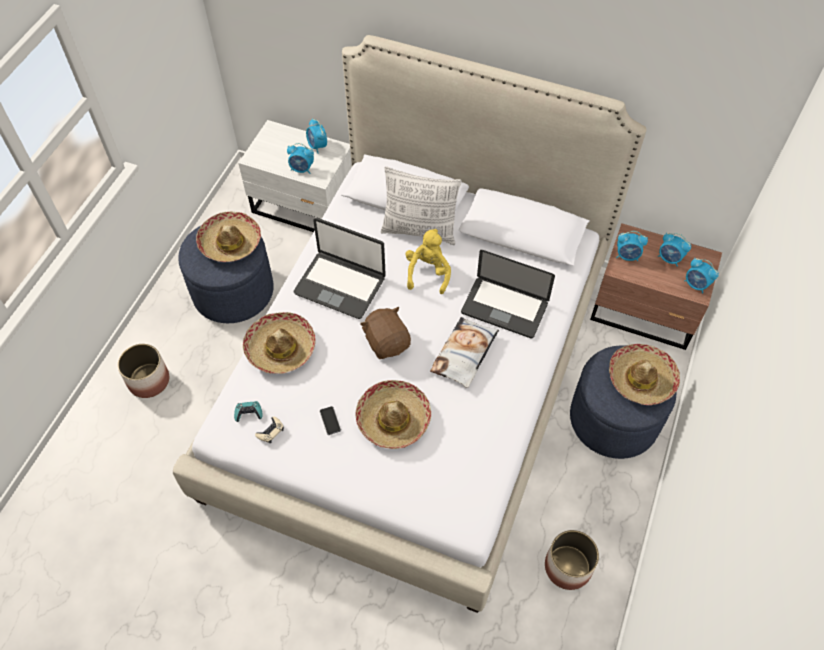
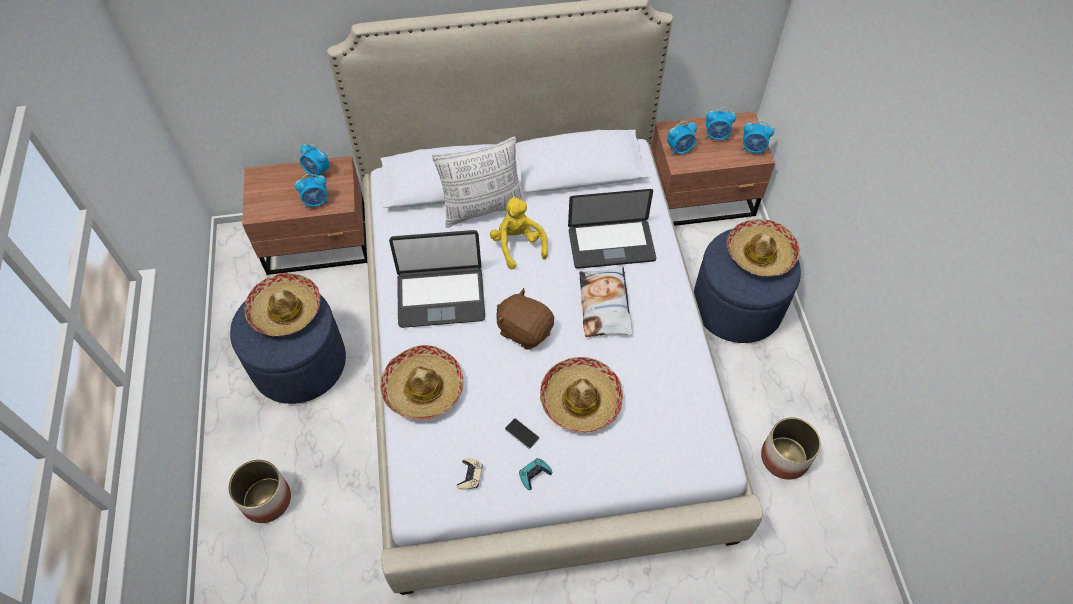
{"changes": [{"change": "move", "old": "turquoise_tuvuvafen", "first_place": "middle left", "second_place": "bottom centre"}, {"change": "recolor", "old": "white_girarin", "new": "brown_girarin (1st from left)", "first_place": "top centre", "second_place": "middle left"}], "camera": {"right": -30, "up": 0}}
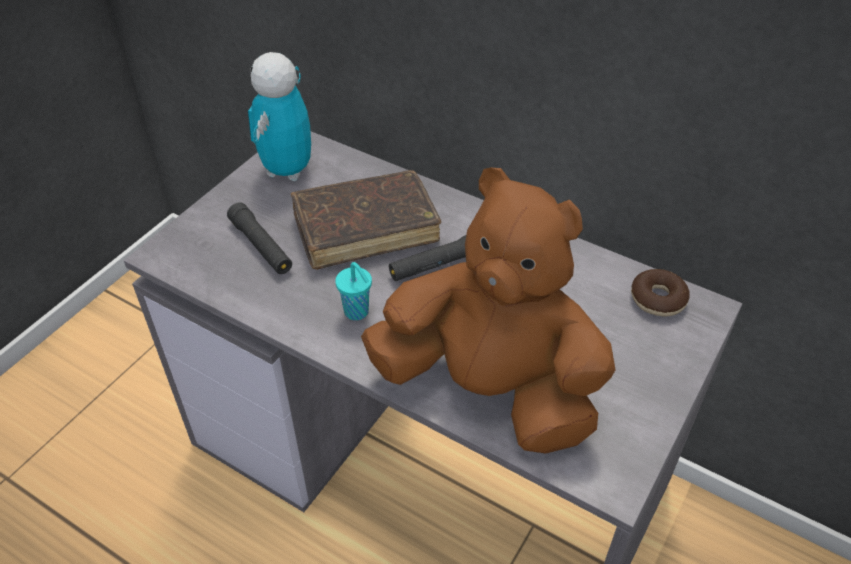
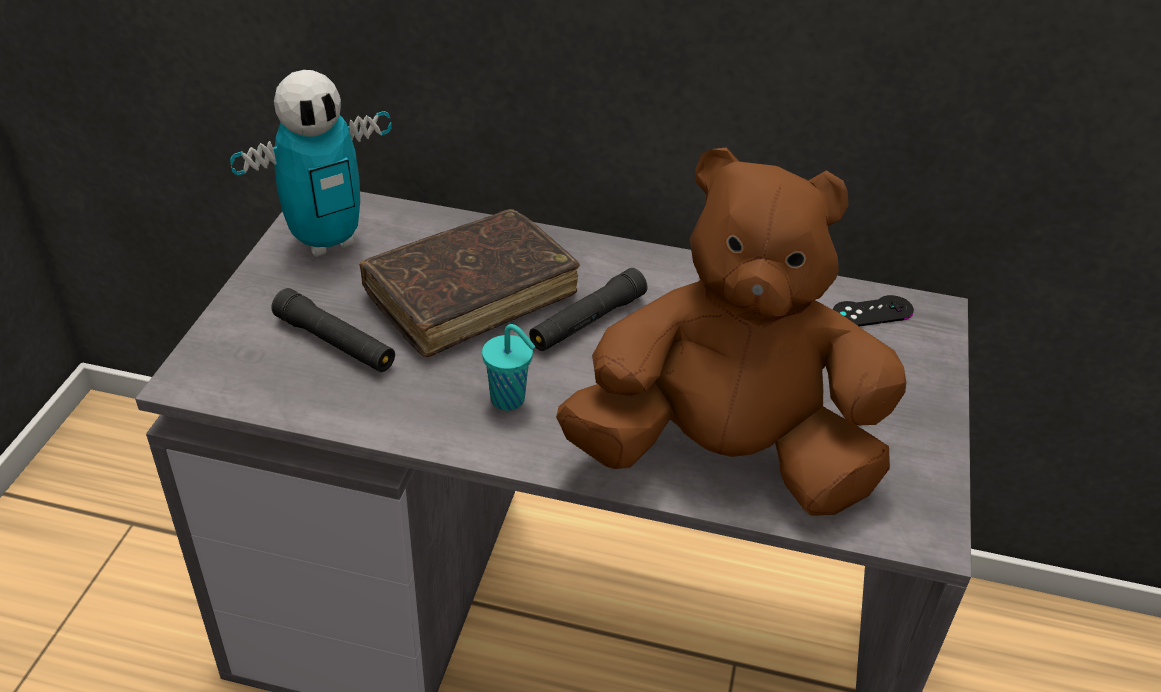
{"changes": [{"change": "replace", "old": "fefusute", "new": "black_tuvuvafen", "first_place": "middle right", "second_place": "middle right"}, {"change": "rotate", "old": "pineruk", "first_place": "top left", "second_place": "top left", "degrees": -120}], "camera": {"right": -20, "up": -5}}
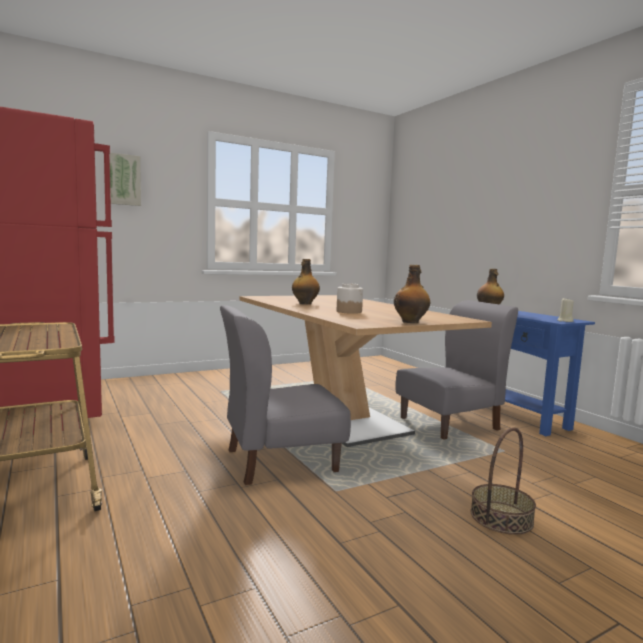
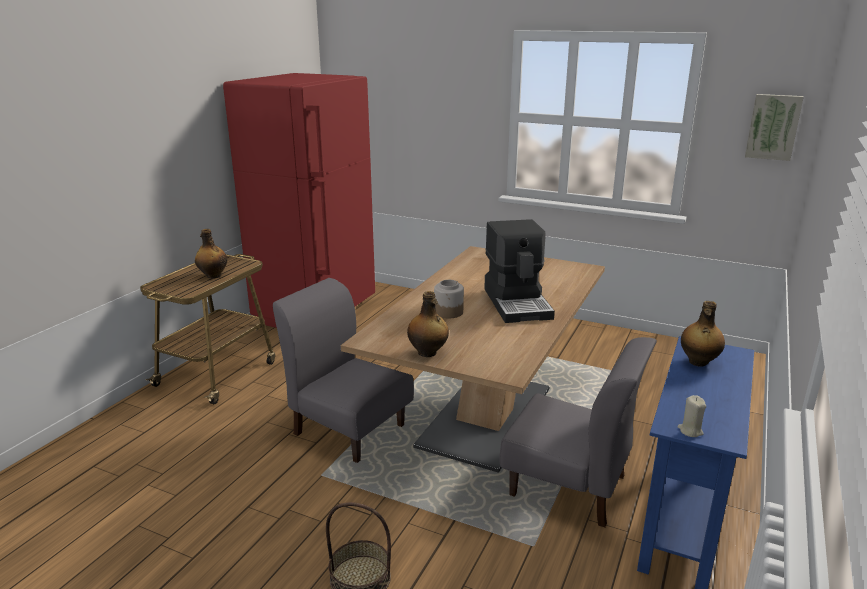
{"changes": [{"change": "insert", "new": "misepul", "second_place": "centre"}, {"change": "move", "old": "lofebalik", "first_place": "top left", "second_place": "top right"}, {"change": "move", "old": "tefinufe (1st from left)", "first_place": "centre", "second_place": "middle left"}], "camera": {"right": 55, "up": 15}}
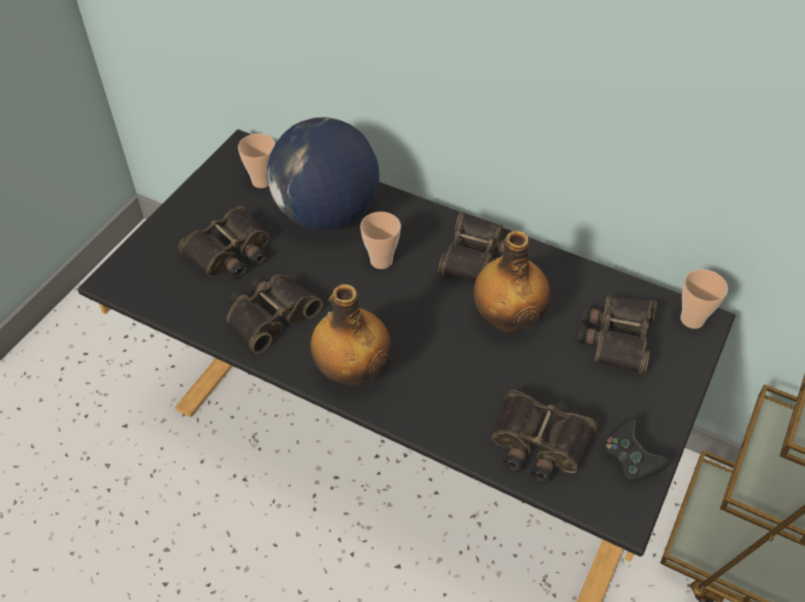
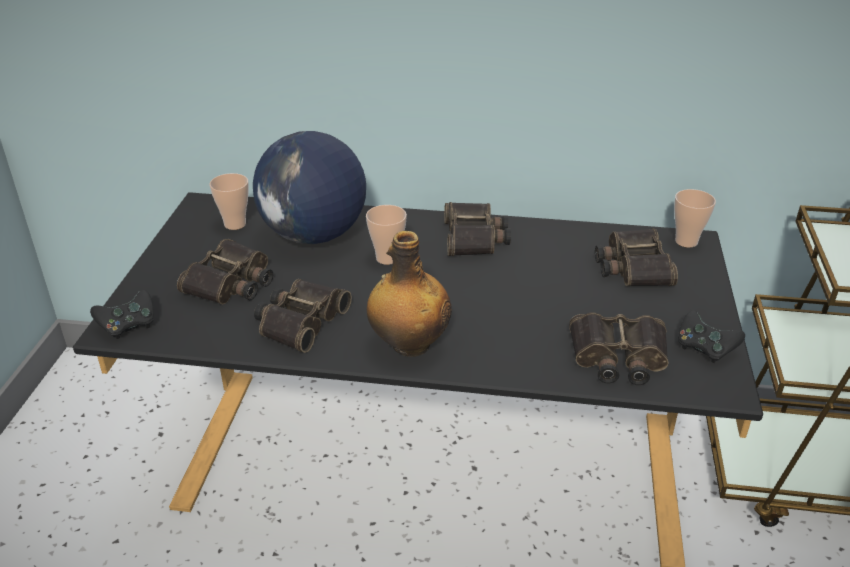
{"changes": [{"change": "delete", "old": "tefinufe (2nd from left)", "first_place": "centre"}, {"change": "insert", "new": "black_tuvuvafen (1st from left)", "second_place": "middle left"}], "camera": {"right": -20, "up": -15}}
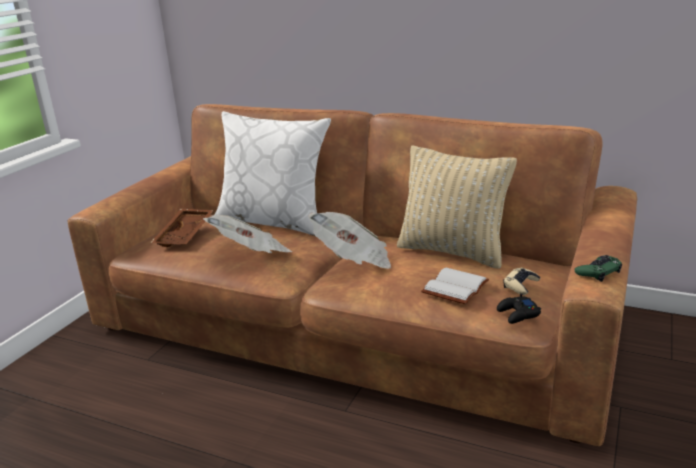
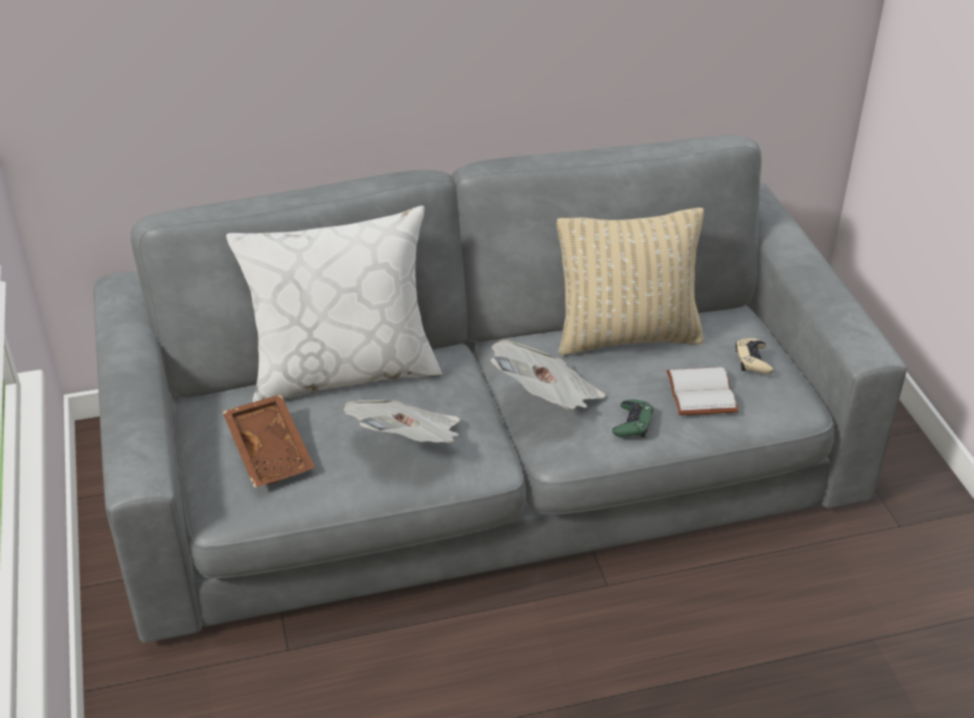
{"changes": [{"change": "delete", "old": "black_tuvuvafen", "first_place": "middle right"}, {"change": "move", "old": "green_tuvuvafen", "first_place": "middle right", "second_place": "centre"}, {"change": "recolor", "old": "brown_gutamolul", "new": "grey_gutamolul", "first_place": "centre", "second_place": "centre"}], "camera": {"right": -40, "up": 15}}
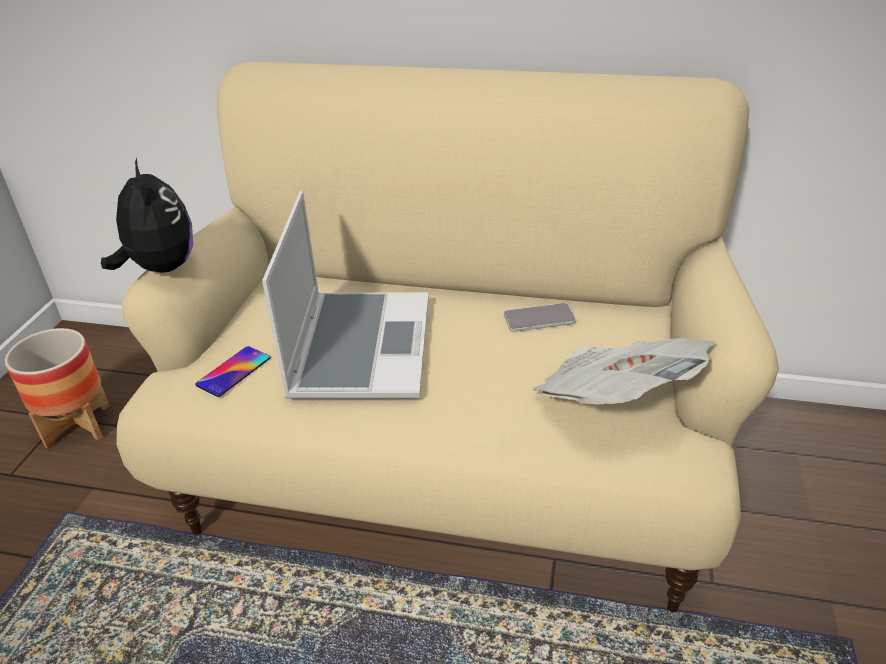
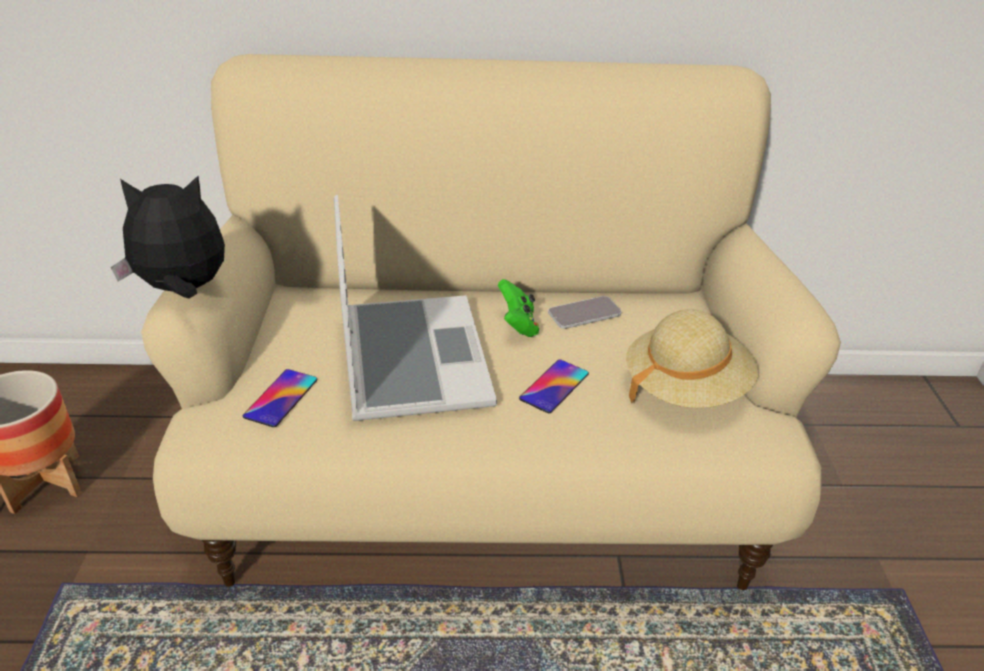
{"changes": [{"change": "insert", "new": "green_tuvuvafen", "second_place": "centre"}, {"change": "insert", "new": "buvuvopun (2nd from left)", "second_place": "centre"}, {"change": "replace", "old": "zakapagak", "new": "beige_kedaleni", "first_place": "middle right", "second_place": "middle right"}, {"change": "rotate", "old": "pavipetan", "first_place": "top left", "second_place": "middle left", "degrees": -60}], "camera": {"right": -15, "up": 0}}
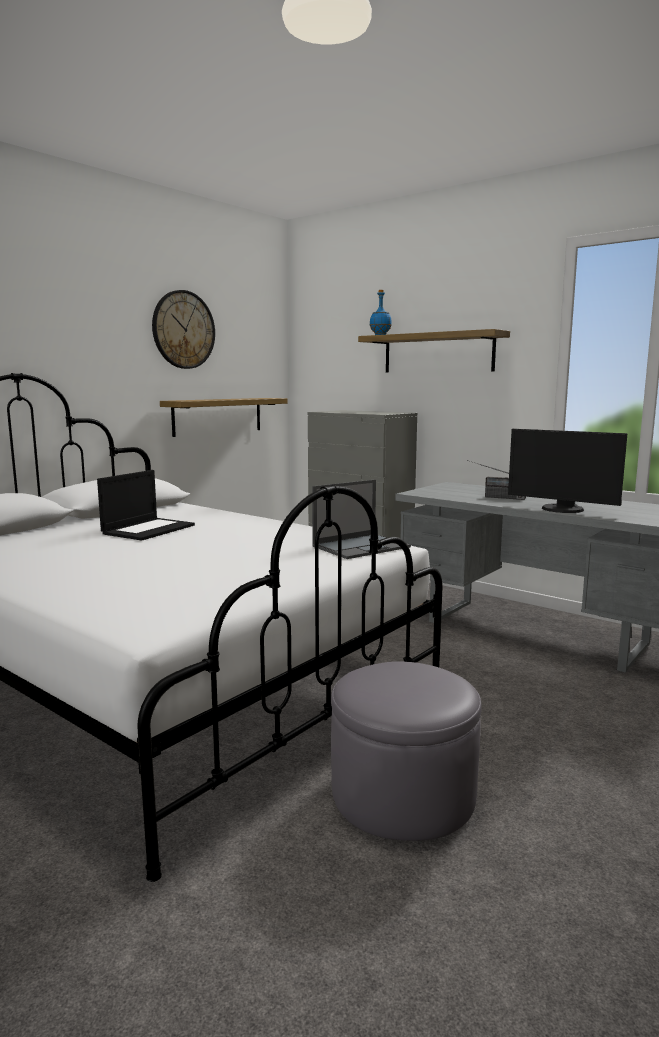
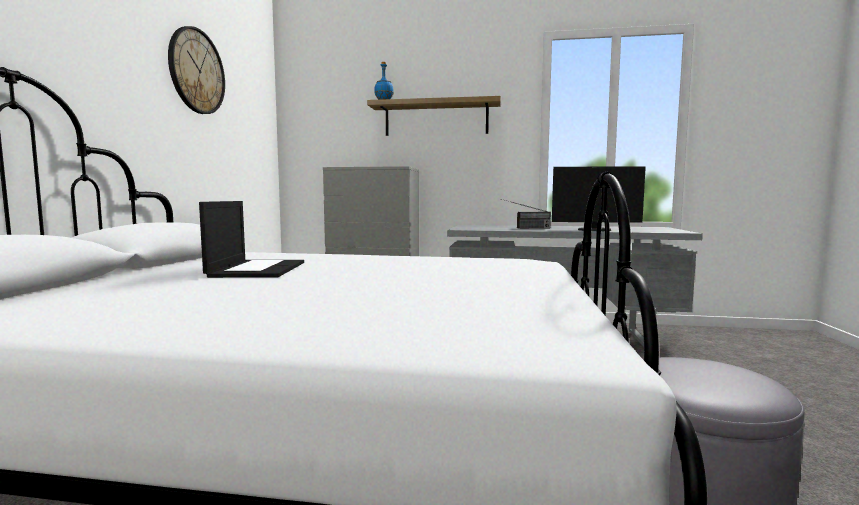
{"changes": [{"change": "delete", "old": "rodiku (1st from left)", "first_place": "centre"}, {"change": "delete", "old": "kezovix (2nd from left)", "first_place": "centre"}], "camera": {"right": -30, "up": -5}}
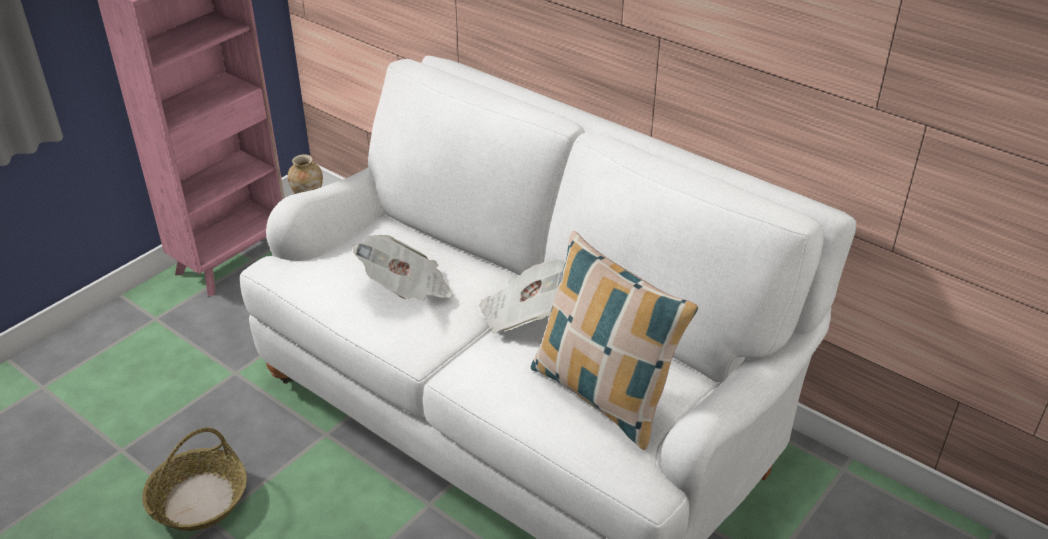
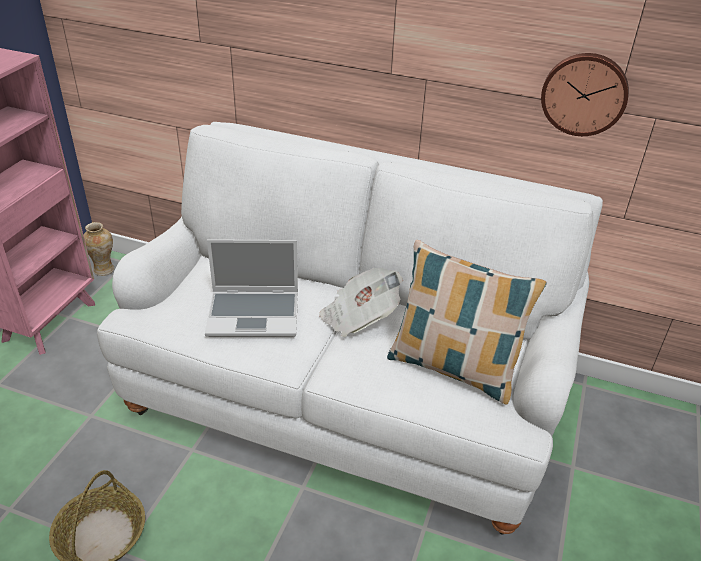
{"changes": [{"change": "insert", "new": "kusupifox", "second_place": "top right"}, {"change": "replace", "old": "zakapagak (1st from left)", "new": "kezovix", "first_place": "centre", "second_place": "centre"}], "camera": {"right": -20, "up": 0}}
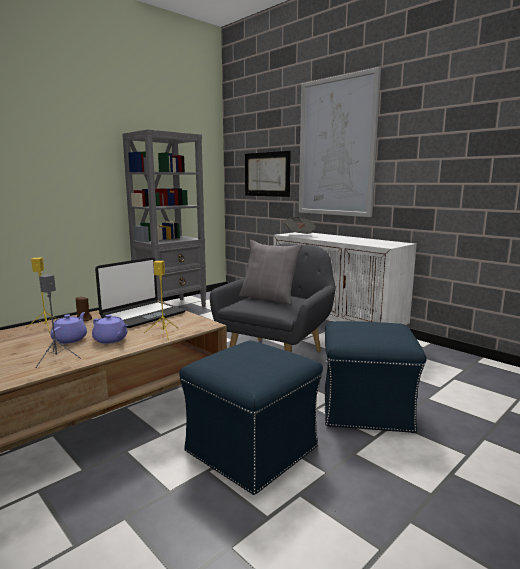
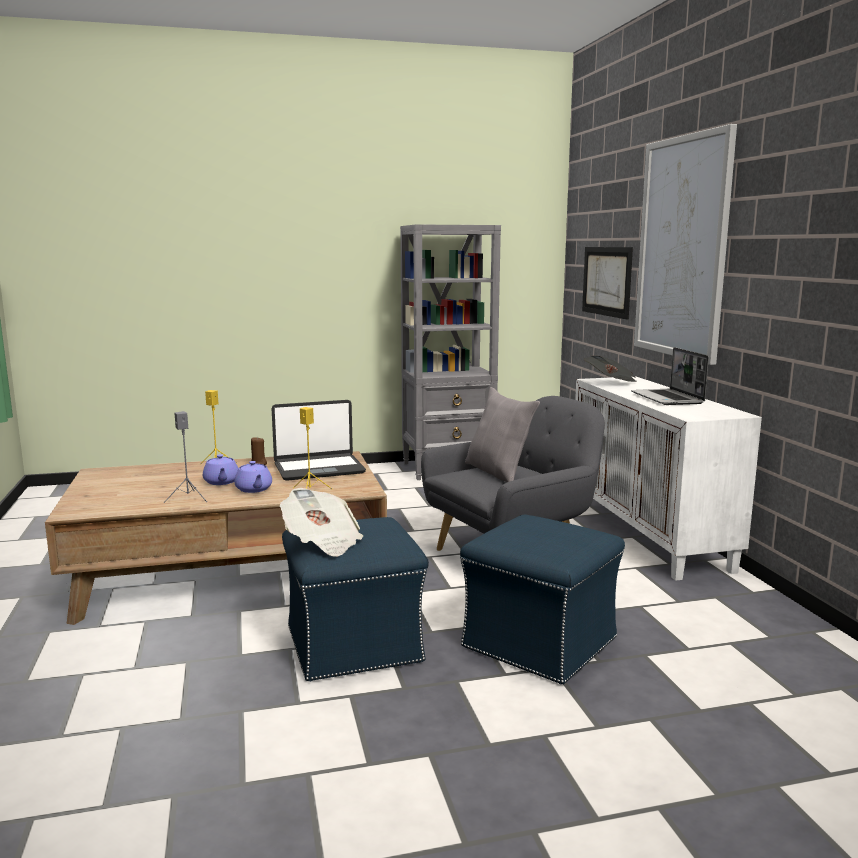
{"changes": [{"change": "insert", "new": "zakapagak (1st from left)", "second_place": "centre"}, {"change": "insert", "new": "kezovix (2nd from left)", "second_place": "middle right"}, {"change": "rotate", "old": "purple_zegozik (1st from left)", "first_place": "middle left", "second_place": "middle left", "degrees": 120}], "camera": {"right": 30, "up": 0}}
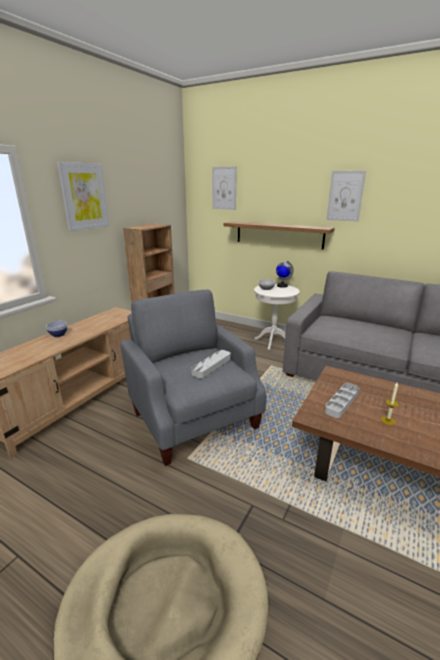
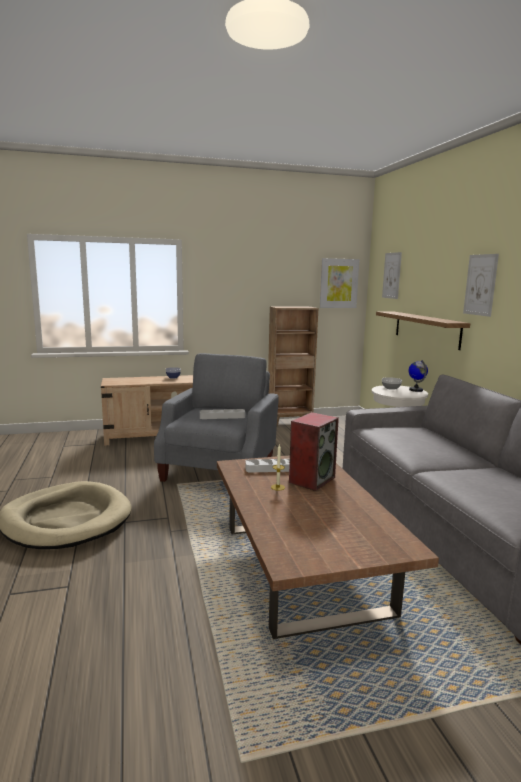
{"changes": [{"change": "insert", "new": "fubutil", "second_place": "centre"}, {"change": "move", "old": "lofebalik (1st from left)", "first_place": "top left", "second_place": "centre"}], "camera": {"right": 45, "up": -10}}
